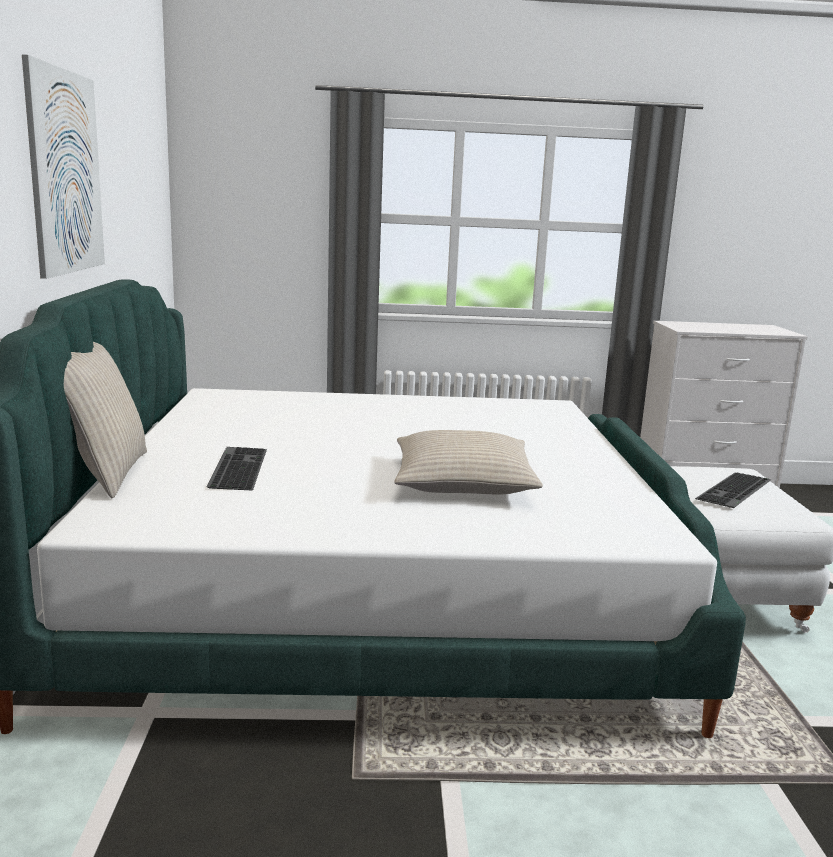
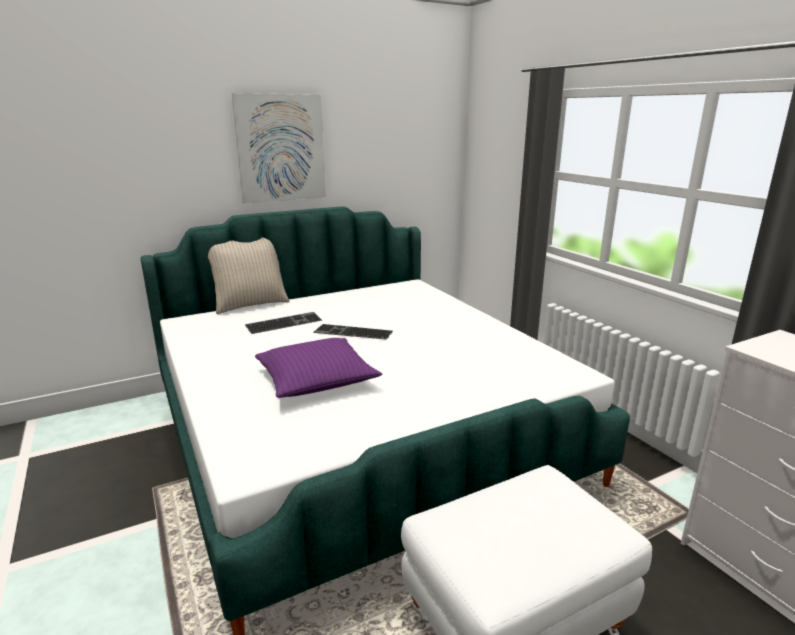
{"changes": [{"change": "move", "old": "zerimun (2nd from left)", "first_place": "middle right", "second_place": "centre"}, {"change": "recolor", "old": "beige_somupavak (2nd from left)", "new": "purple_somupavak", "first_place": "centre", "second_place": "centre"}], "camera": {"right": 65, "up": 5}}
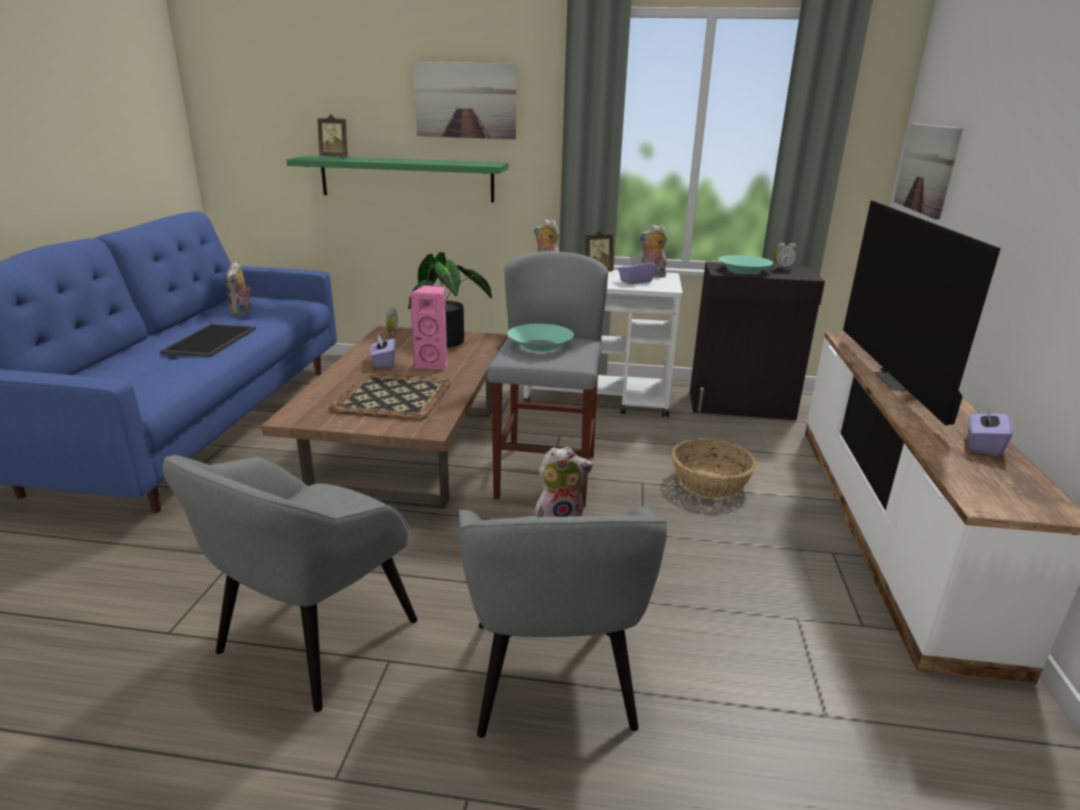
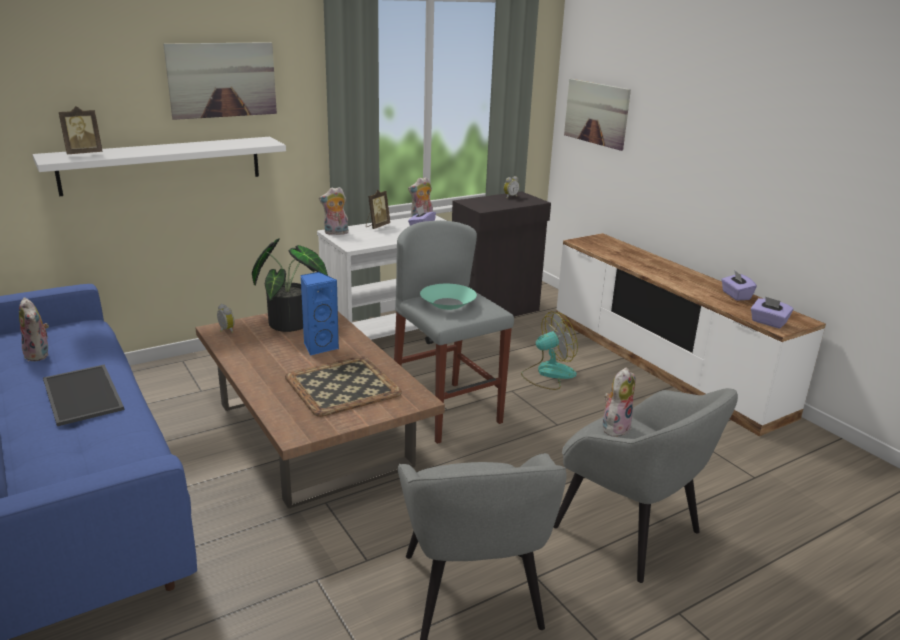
{"changes": [{"change": "delete", "old": "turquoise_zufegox (2nd from left)", "first_place": "top right"}, {"change": "delete", "old": "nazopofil", "first_place": "middle right"}, {"change": "move", "old": "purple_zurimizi (1st from left in the first image)", "new": "purple_zurimizi (3rd from left)", "first_place": "centre", "second_place": "middle right"}, {"change": "replace", "old": "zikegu", "new": "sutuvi", "first_place": "centre", "second_place": "centre"}, {"change": "recolor", "old": "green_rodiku", "new": "white_rodiku", "first_place": "top centre", "second_place": "top left"}, {"change": "recolor", "old": "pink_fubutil", "new": "blue_fubutil", "first_place": "centre", "second_place": "centre"}], "camera": {"right": -40, "up": 0}}
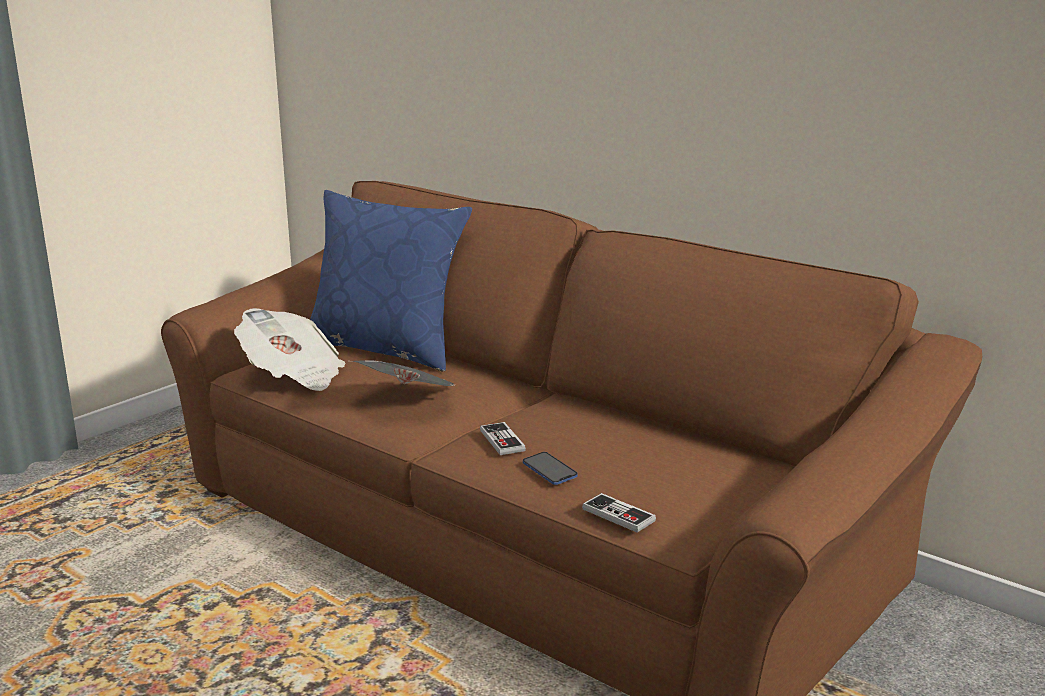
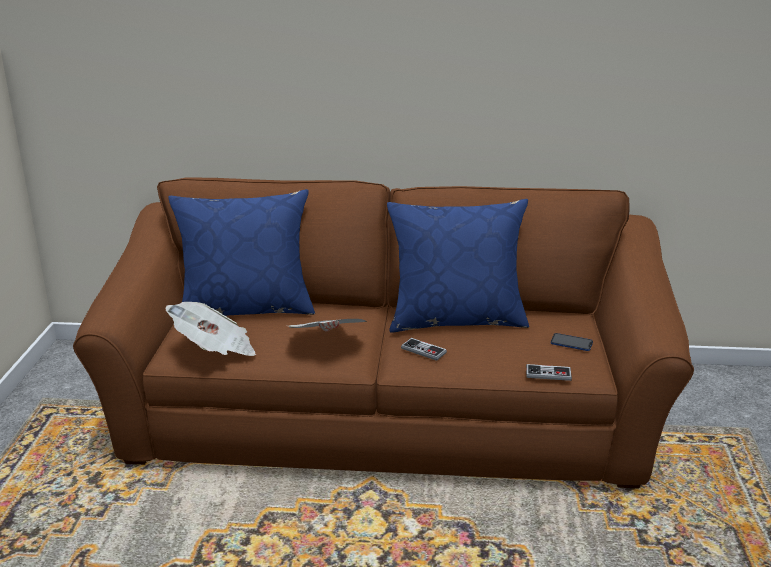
{"changes": [{"change": "insert", "new": "blue_somupavak (2nd from left)", "second_place": "centre"}, {"change": "move", "old": "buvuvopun", "first_place": "bottom centre", "second_place": "middle right"}], "camera": {"right": -35, "up": 5}}
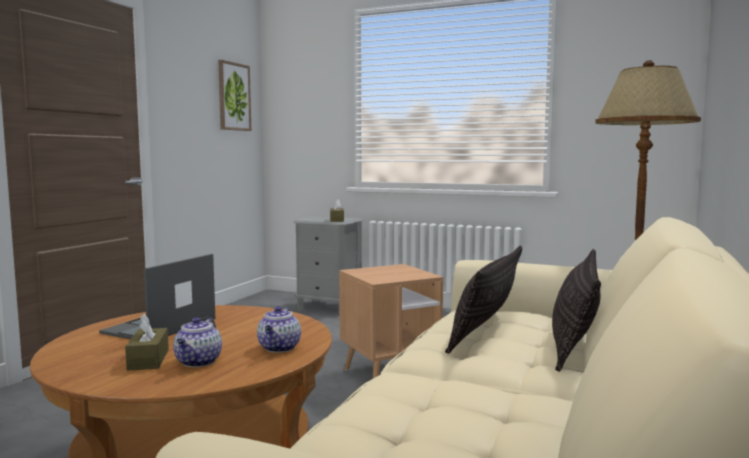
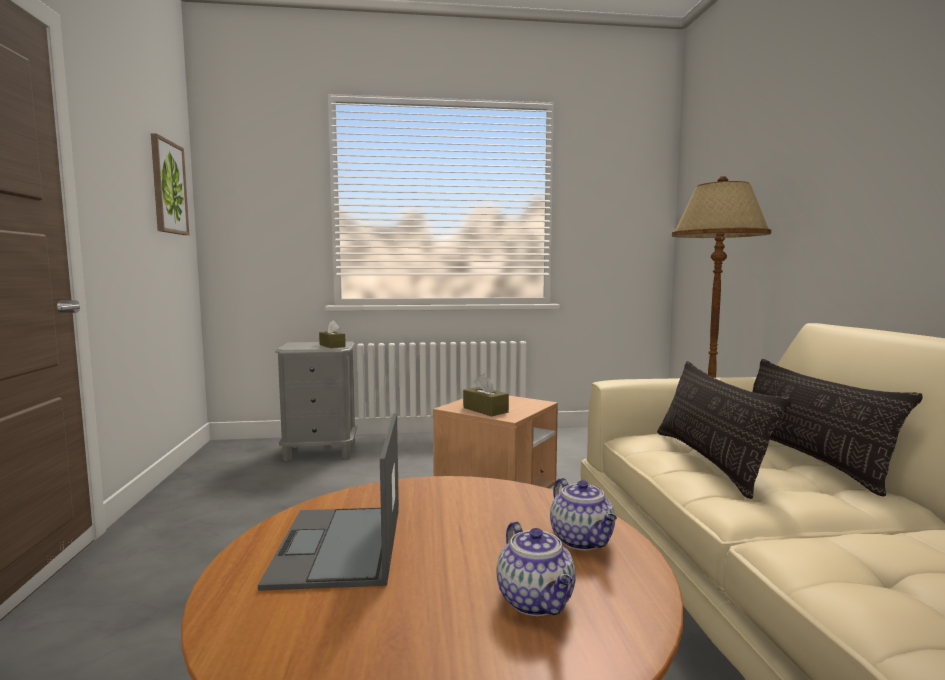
{"changes": [{"change": "move", "old": "brown_zurimizi (1st from left in the first image)", "new": "brown_zurimizi (2nd from left)", "first_place": "bottom left", "second_place": "centre"}], "camera": {"right": -30, "up": 0}}
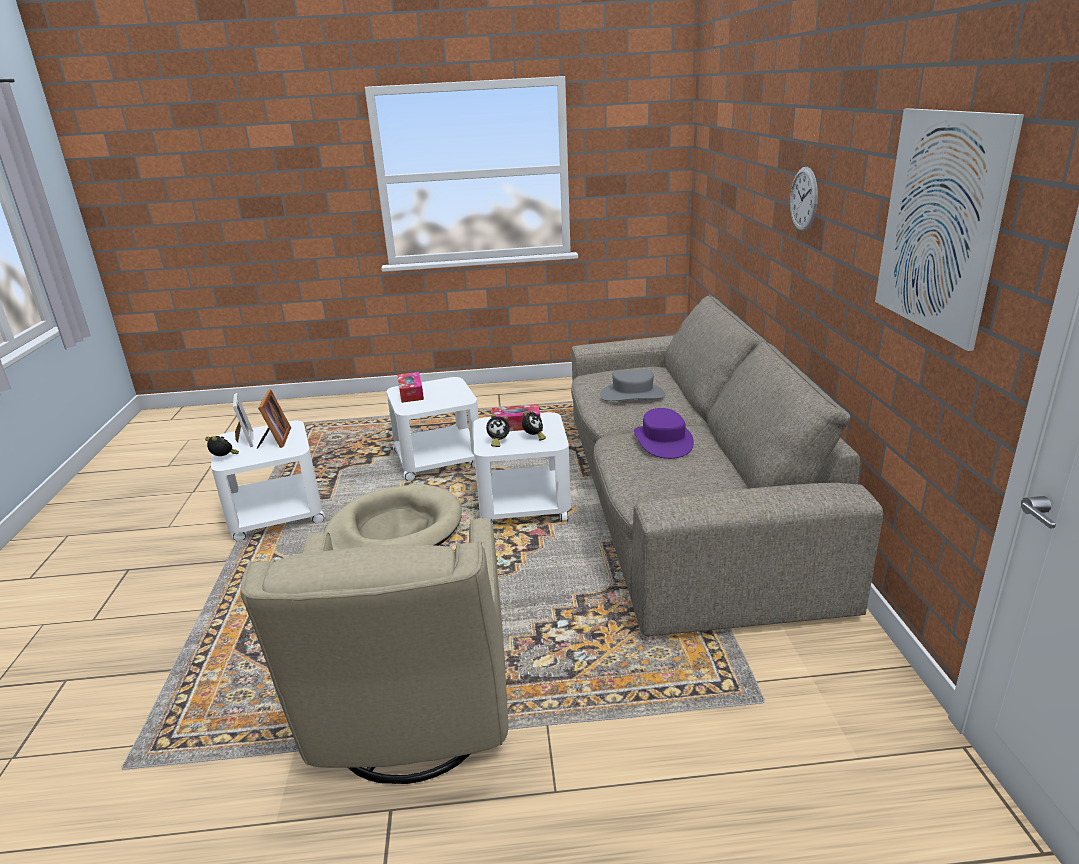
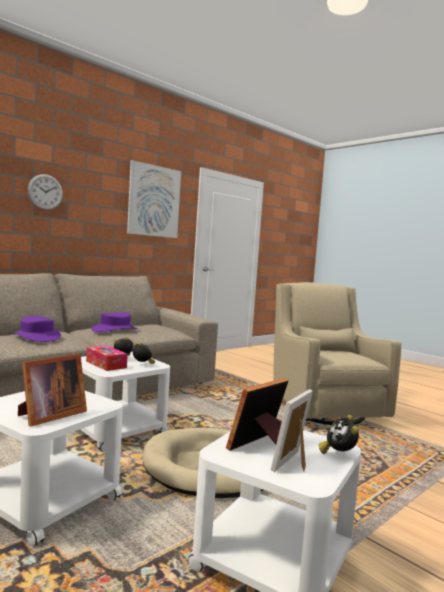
{"changes": [{"change": "replace", "old": "zurimizi (1st from left)", "new": "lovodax (1st from left)", "first_place": "centre", "second_place": "middle left"}, {"change": "recolor", "old": "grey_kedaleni", "new": "purple_kedaleni (1st from left)", "first_place": "centre", "second_place": "middle left"}, {"change": "rotate", "old": "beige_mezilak", "first_place": "bottom centre", "second_place": "middle right", "degrees": -60}], "camera": {"right": -130, "up": -20}}
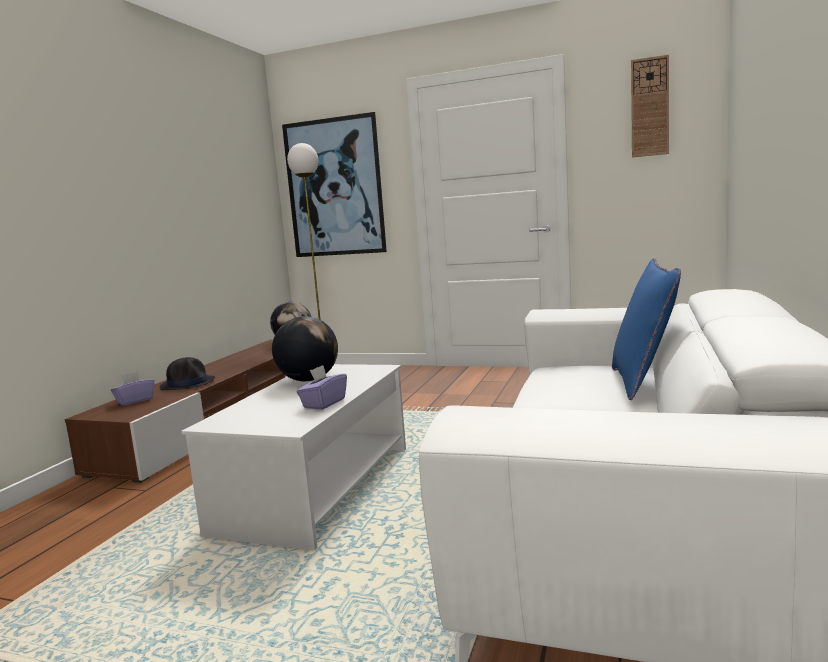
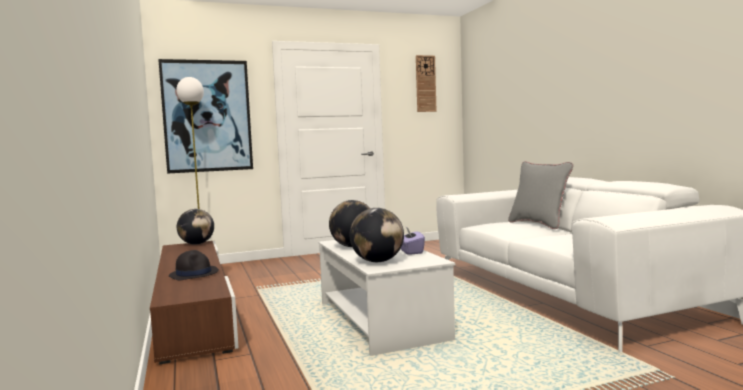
{"changes": [{"change": "delete", "old": "purple_zurimizi (1st from left)", "first_place": "middle left"}, {"change": "insert", "new": "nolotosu (3rd from left)", "second_place": "centre"}, {"change": "recolor", "old": "blue_somupavak", "new": "grey_somupavak", "first_place": "middle right", "second_place": "middle right"}], "camera": {"right": -40, "up": -5}}
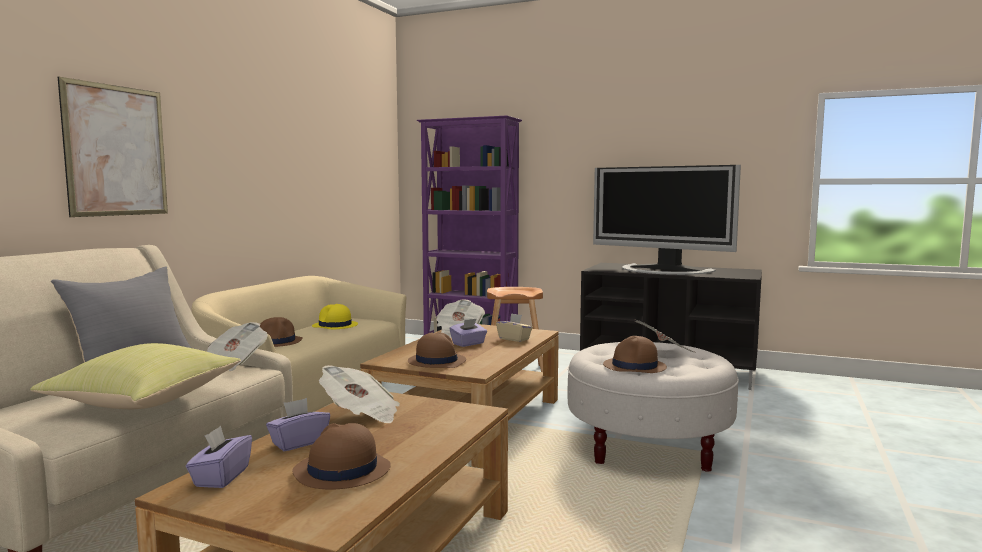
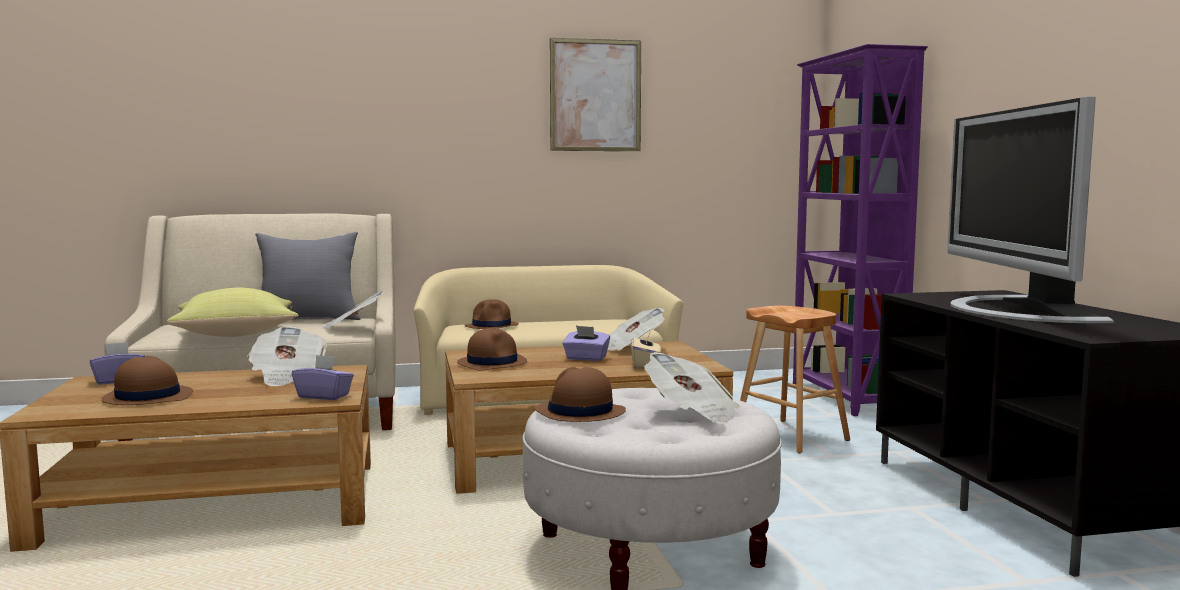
{"changes": [{"change": "delete", "old": "yellow_kedaleni", "first_place": "centre"}, {"change": "move", "old": "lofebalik", "first_place": "top left", "second_place": "top centre"}, {"change": "move", "old": "purple_zurimizi (2nd from left)", "first_place": "bottom left", "second_place": "middle left"}], "camera": {"right": 55, "up": 0}}
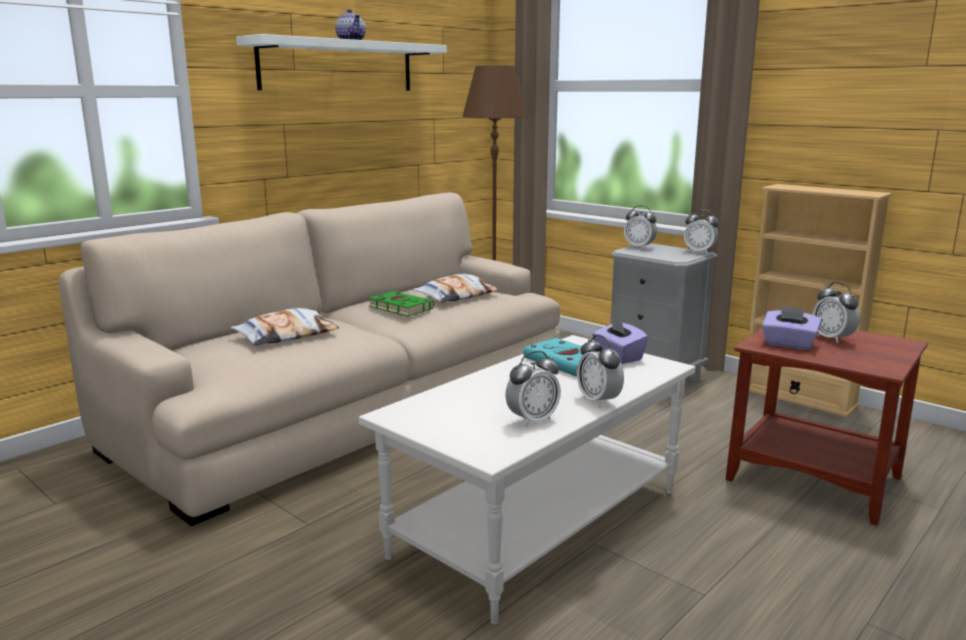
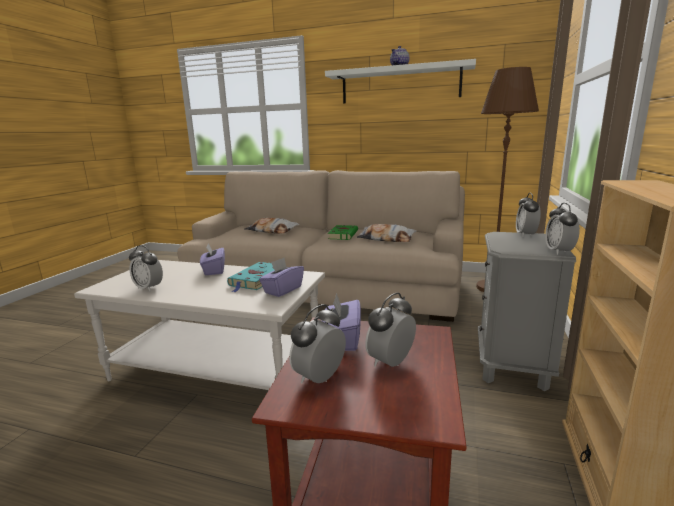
{"changes": [{"change": "insert", "new": "purple_zurimizi (1st from left)", "second_place": "middle left"}, {"change": "move", "old": "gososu (2nd from left)", "first_place": "centre", "second_place": "bottom centre"}], "camera": {"right": 65, "up": 0}}
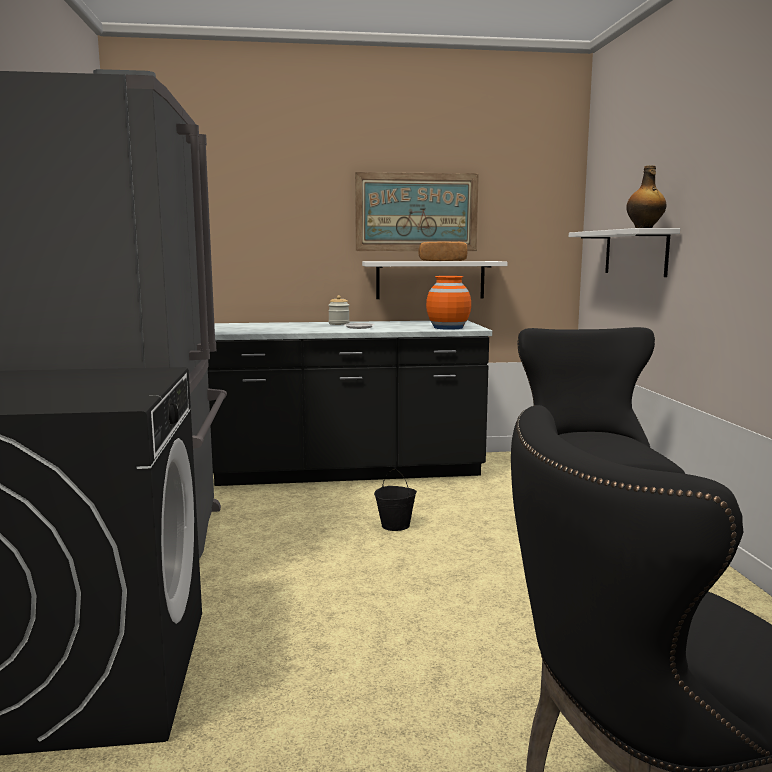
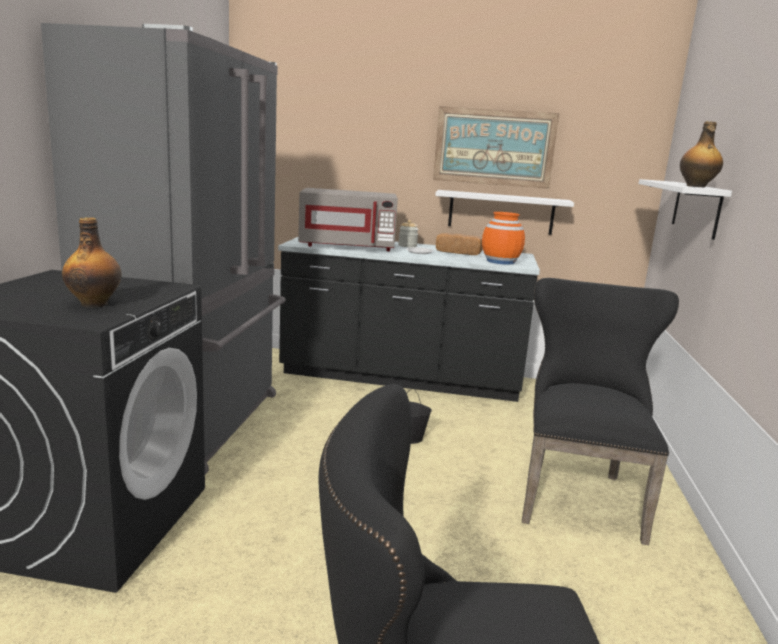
{"changes": [{"change": "insert", "new": "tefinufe (1st from left)", "second_place": "middle left"}, {"change": "insert", "new": "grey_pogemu", "second_place": "centre"}, {"change": "move", "old": "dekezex", "first_place": "top centre", "second_place": "centre"}], "camera": {"right": 15, "up": 5}}
